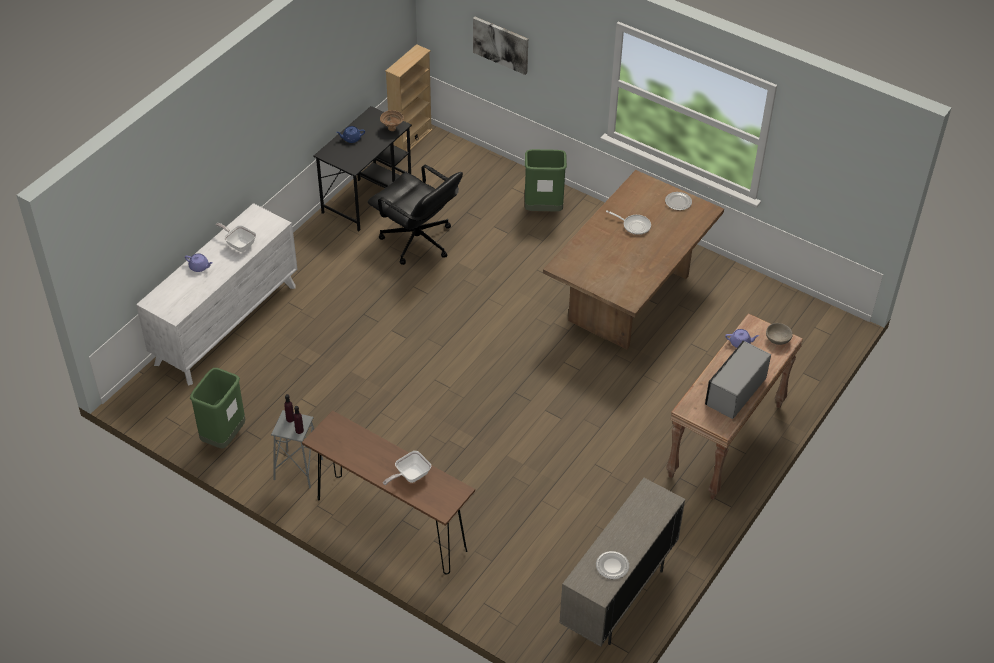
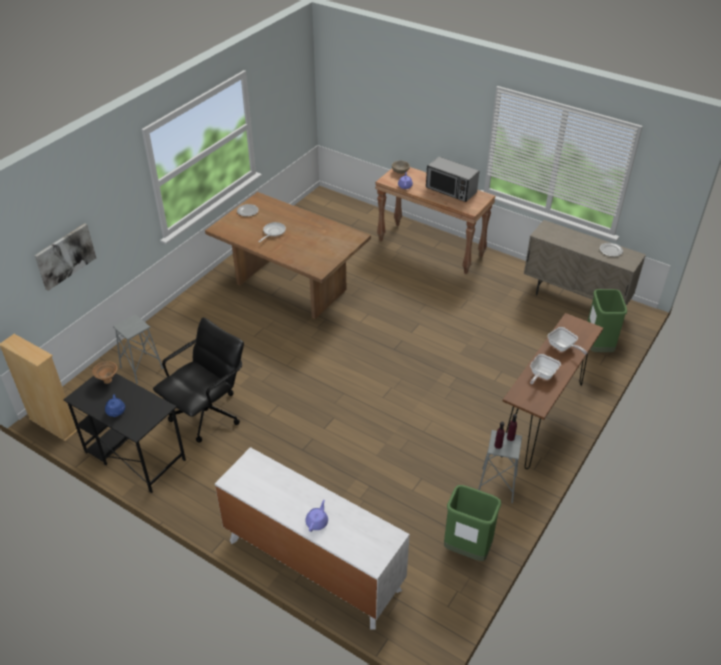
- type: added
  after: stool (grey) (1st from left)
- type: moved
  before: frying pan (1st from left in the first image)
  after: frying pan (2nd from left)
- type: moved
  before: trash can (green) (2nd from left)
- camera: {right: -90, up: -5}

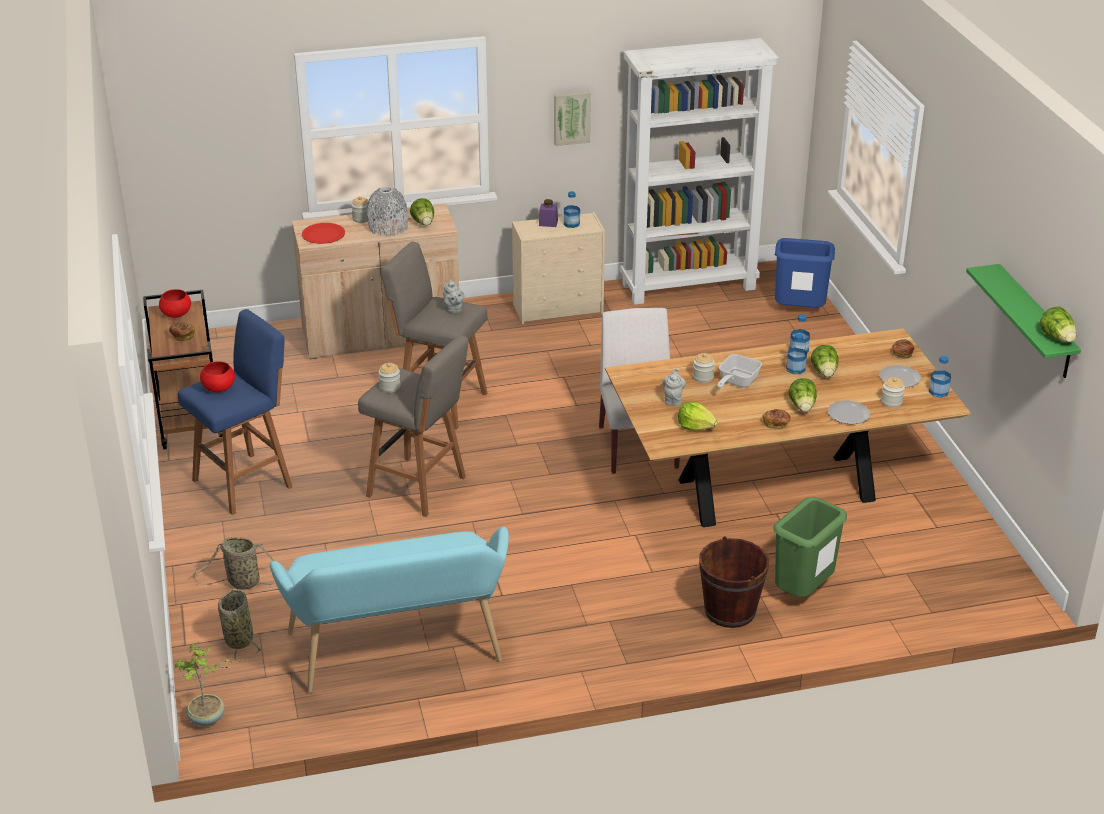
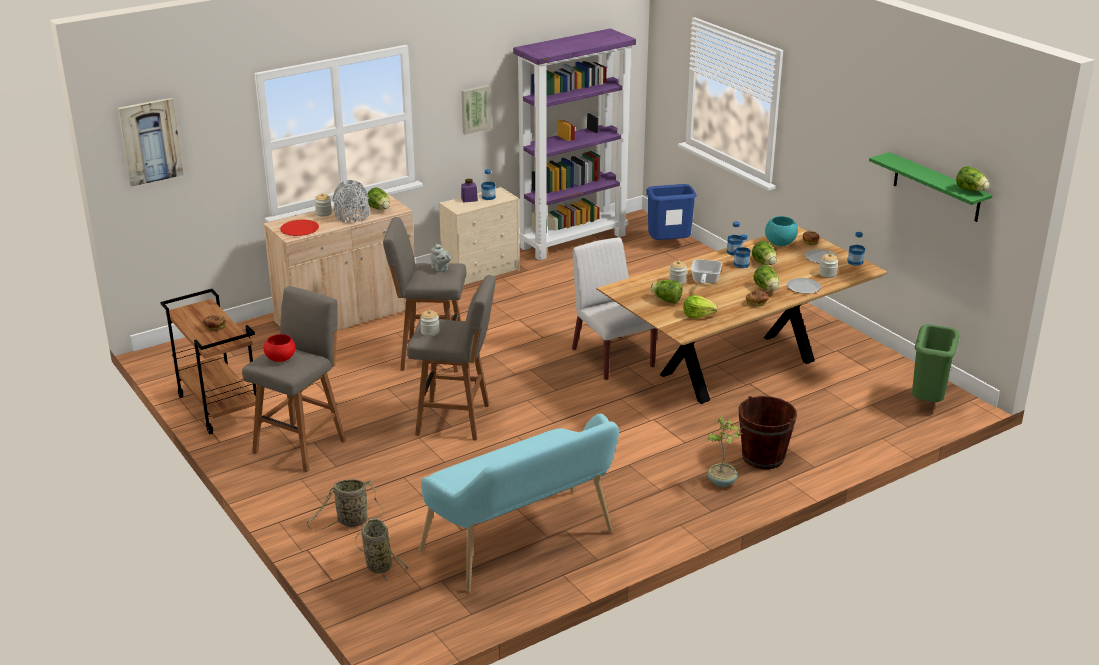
- type: removed
  before: bowl (red) (1st from left)
- type: added
  after: picture (1st from left)
- type: added
  after: bowl (turquoise)
- type: moved
  before: potted plant
- type: moved
  before: trash can (green)
- type: replaced
  before: teapot (grey) (2nd from left)
  after: lettuce (2nd from left)
- type: recoloured
  before: stool (blue)
  after: stool (grey) (1st from left)
- type: recoloured
  before: bookcase (white)
  after: bookcase (purple)
- camera: {right: -20, up: -5}

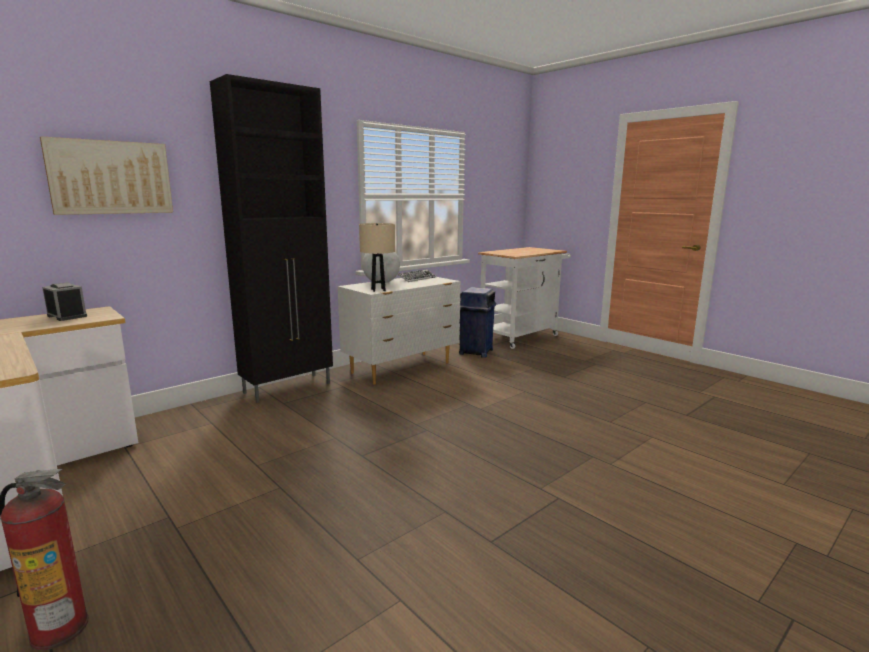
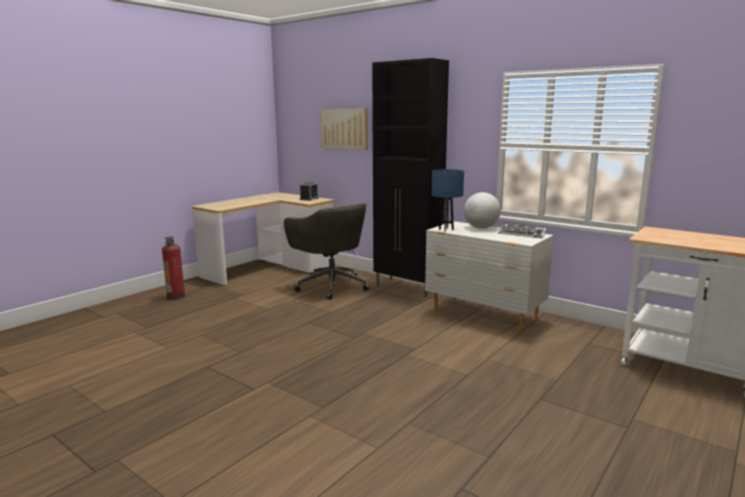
- type: removed
  before: trash can (blue)
- type: added
  after: office chair (grey)
- type: recoloured
  before: table lamp (beige)
  after: table lamp (blue)
- camera: {right: 80, up: 0}

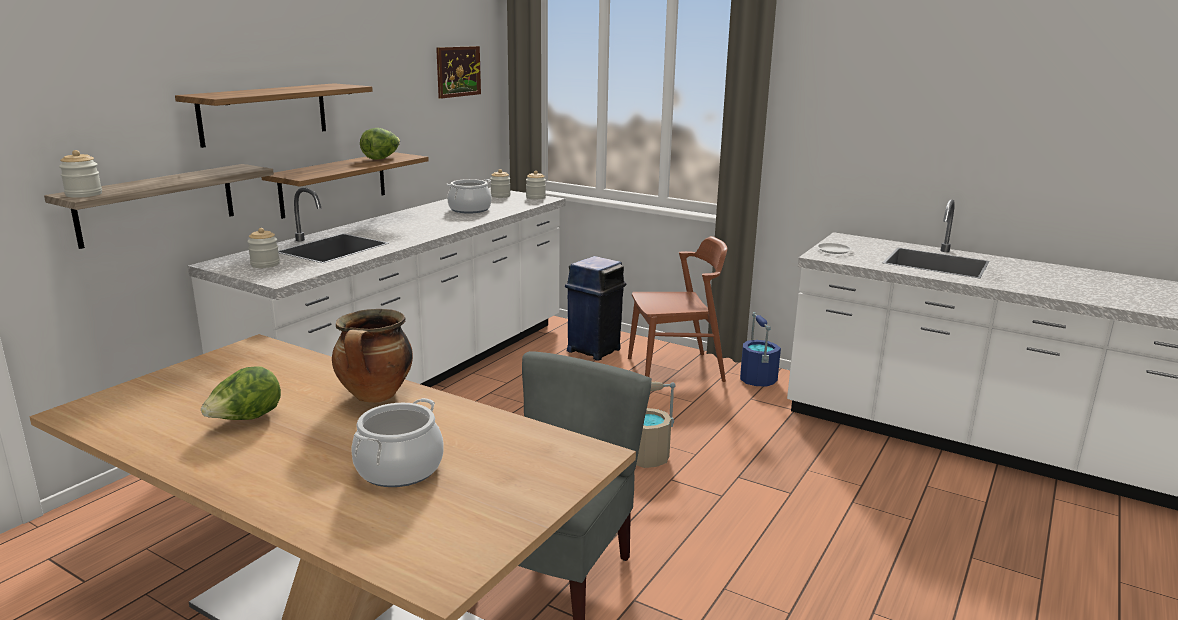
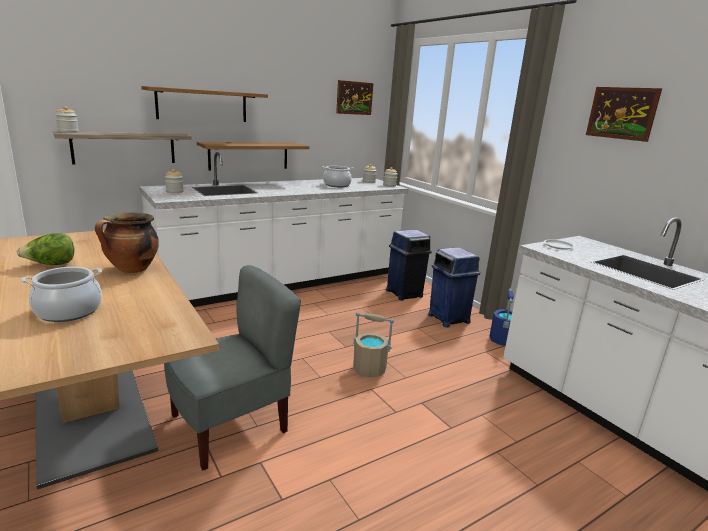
- type: removed
  before: lettuce (2nd from left)
- type: added
  after: picture (2nd from left)
- type: replaced
  before: chair (brown)
  after: trash can (blue) (2nd from left)
- camera: {right: 25, up: 0}

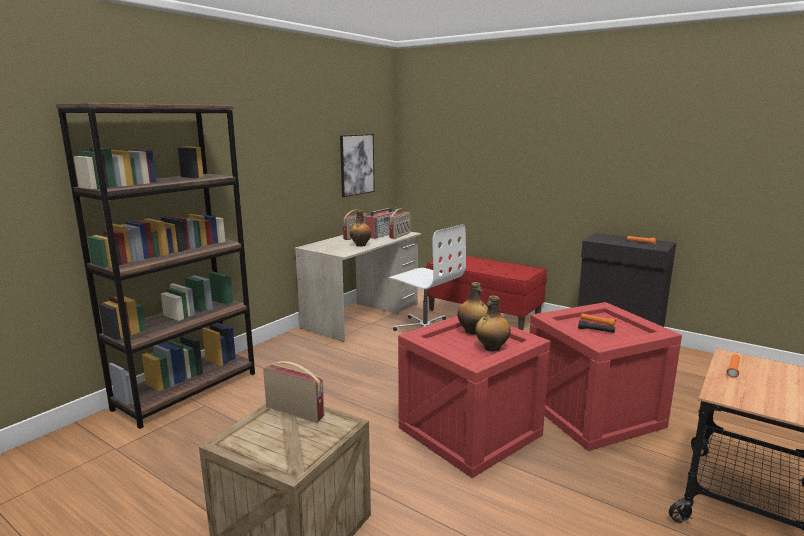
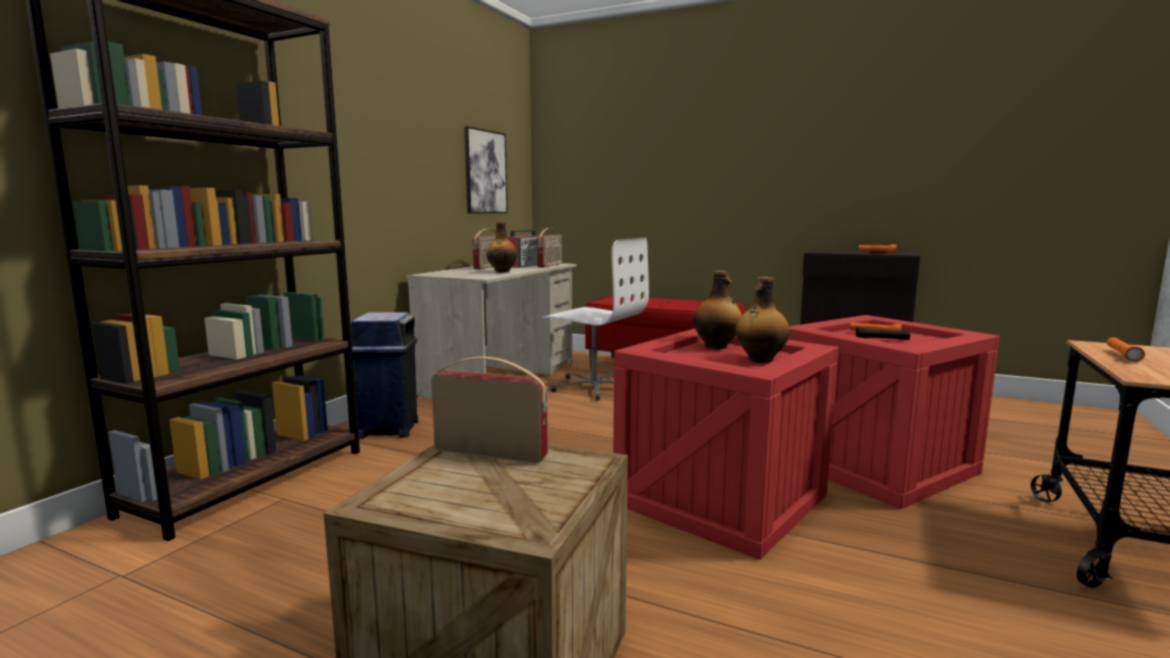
- type: added
  after: trash can (blue)
- camera: {right: -10, up: -5}

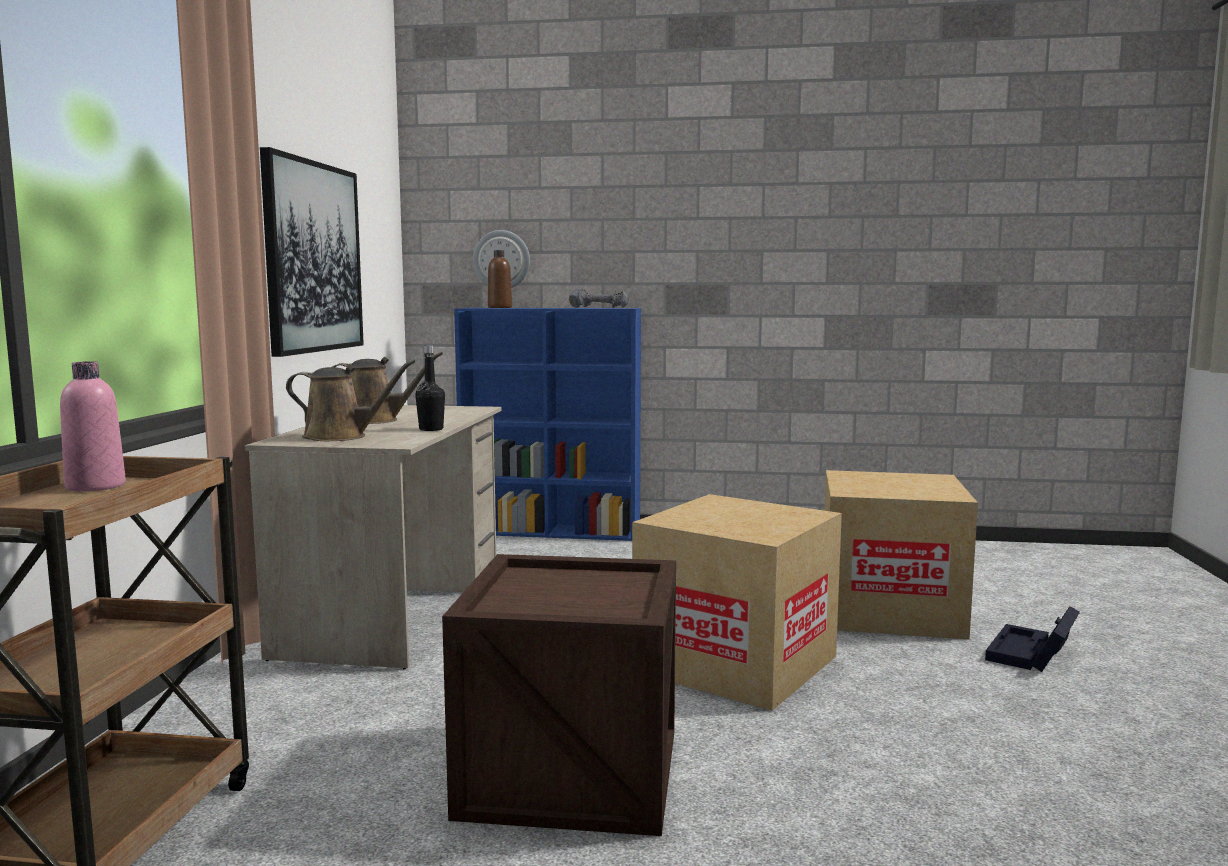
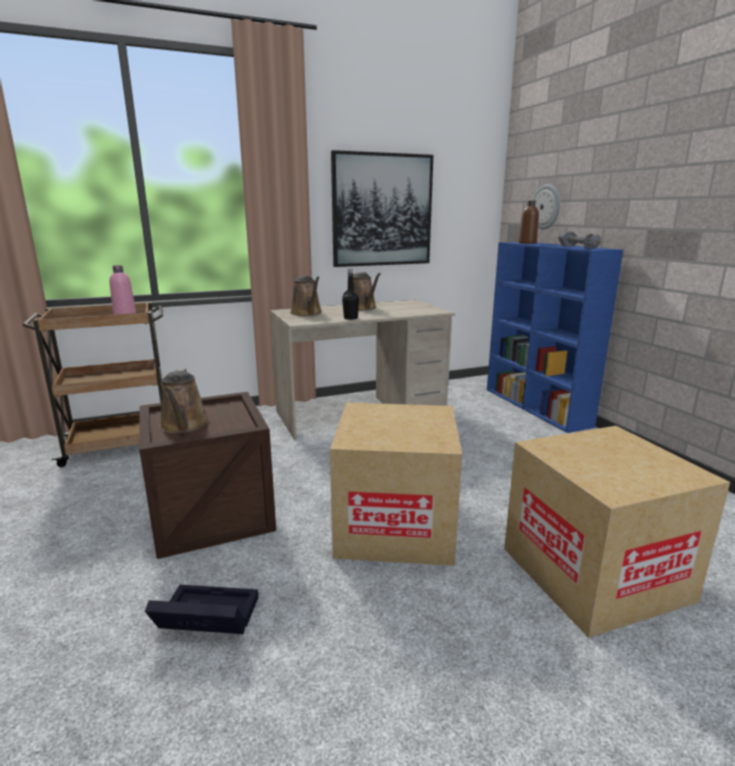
- type: added
  after: watering can (brown) (1st from left)
- type: moved
  before: storage box (black)
- camera: {right: 60, up: 10}

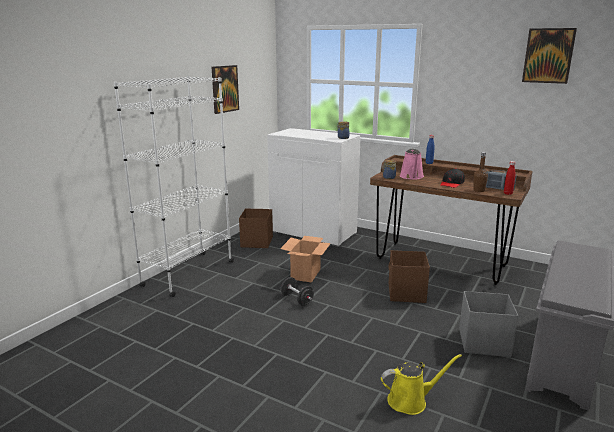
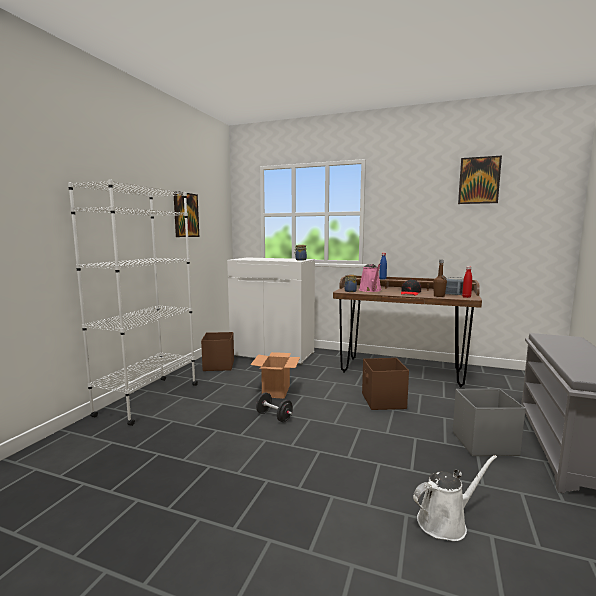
- type: recoloured
  before: watering can (yellow)
  after: watering can (white)
- camera: {right: -10, up: -10}

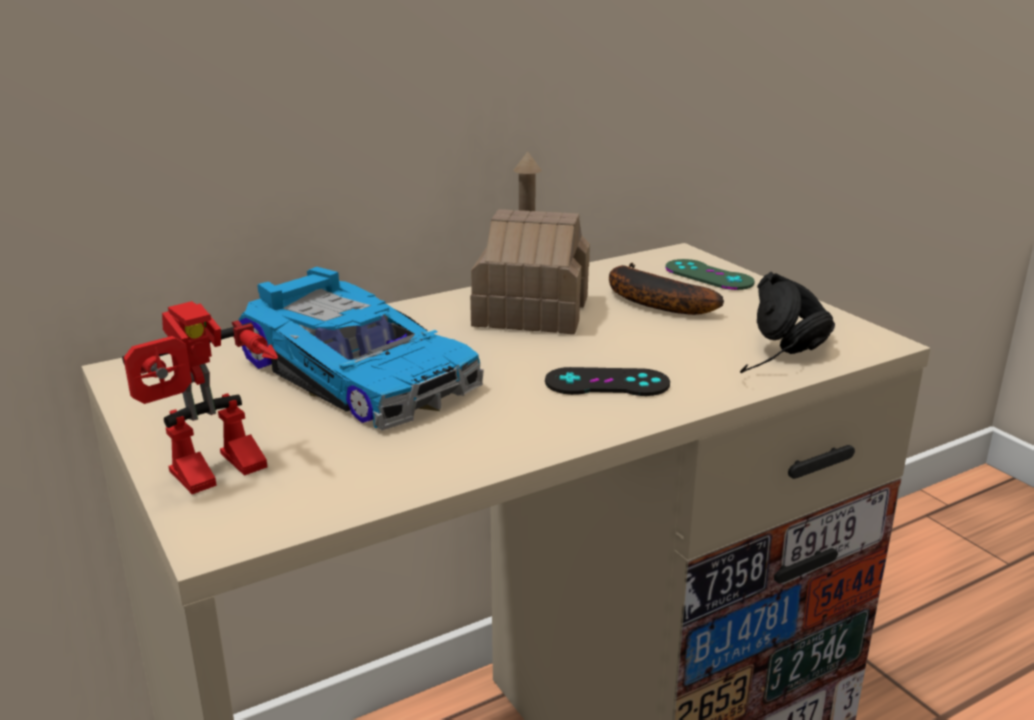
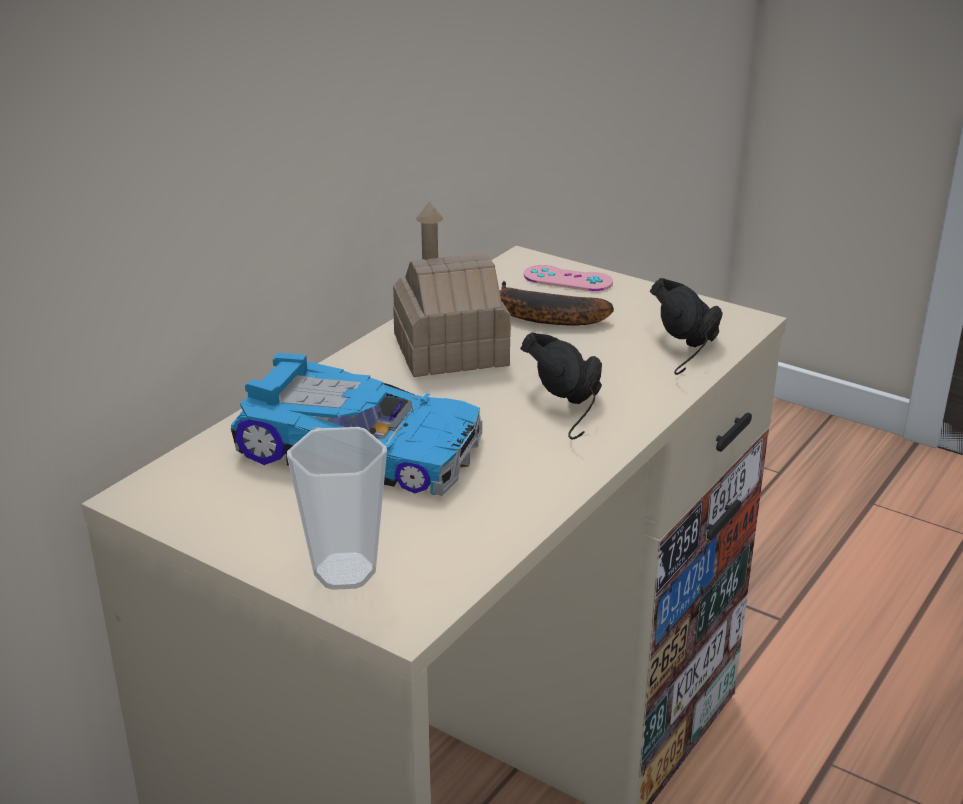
- type: replaced
  before: toy robot
  after: cup
- type: replaced
  before: game controller (black)
  after: headphones (black) (1st from left)
- type: recoloured
  before: game controller (green)
  after: game controller (pink)
- camera: {right: -25, up: 5}

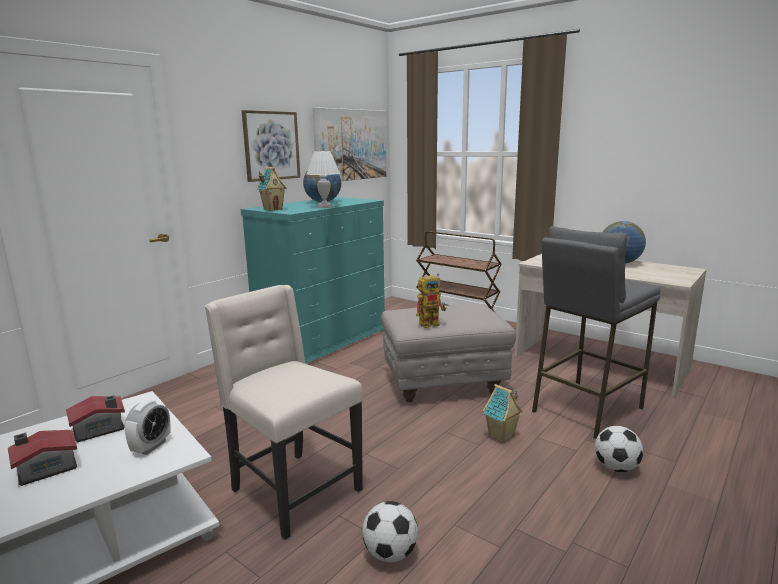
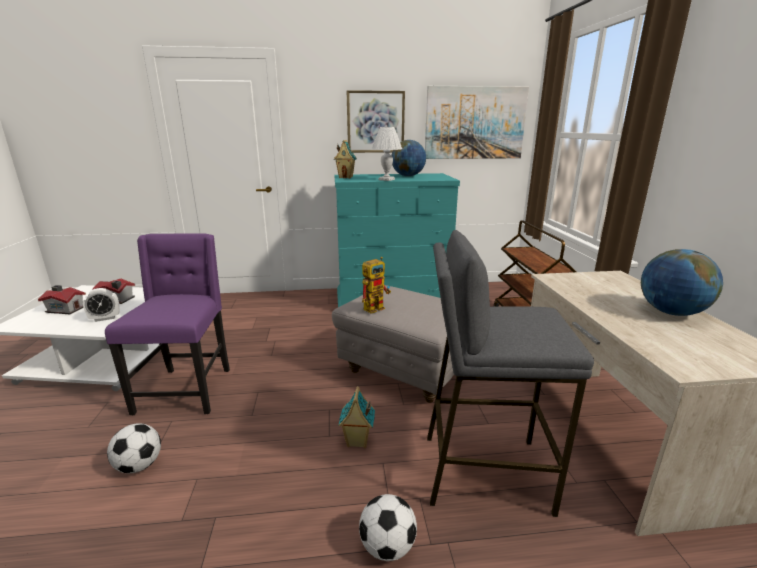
- type: recoloured
  before: chair (beige)
  after: chair (purple)
- type: turned
  before: toy robot
  turn: -60
- camera: {right: 45, up: 5}

